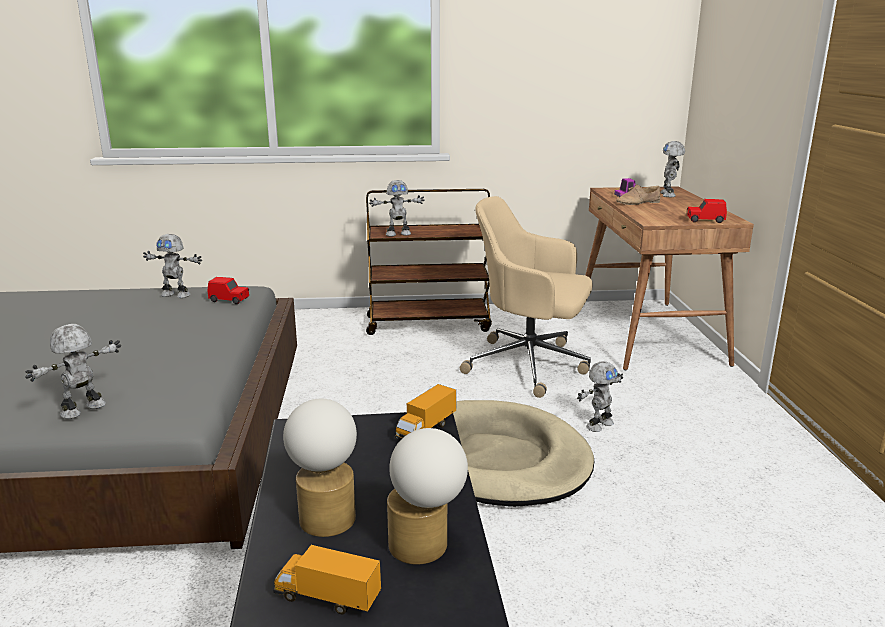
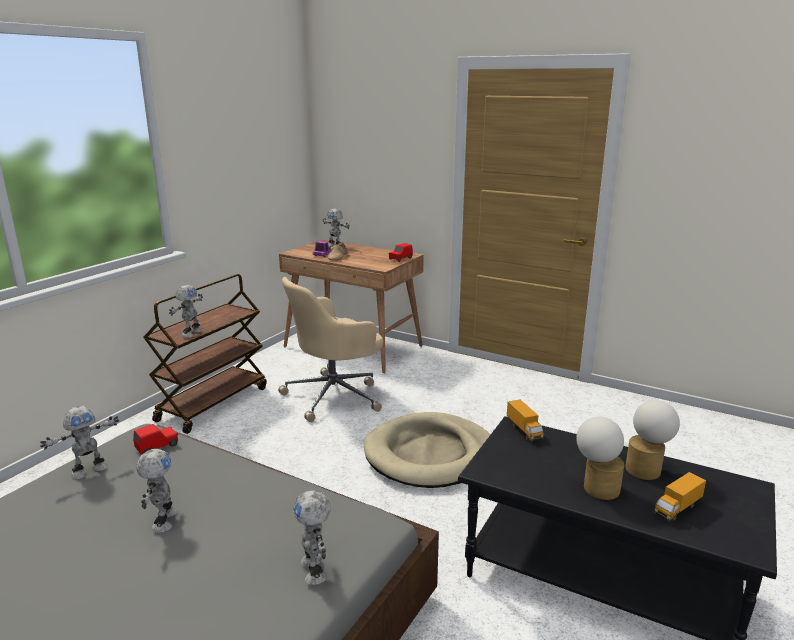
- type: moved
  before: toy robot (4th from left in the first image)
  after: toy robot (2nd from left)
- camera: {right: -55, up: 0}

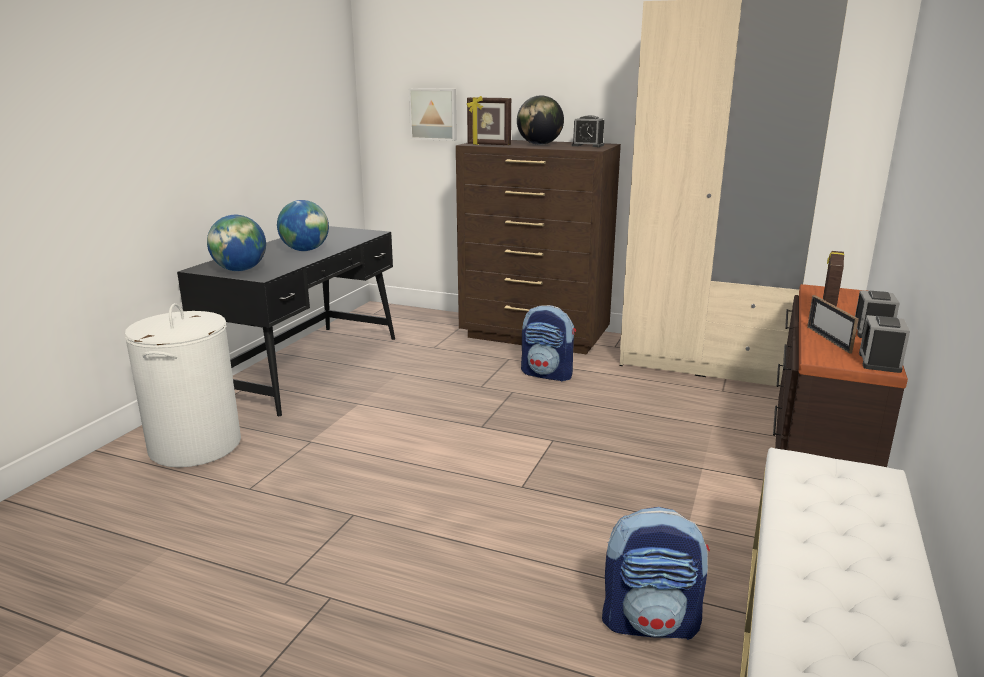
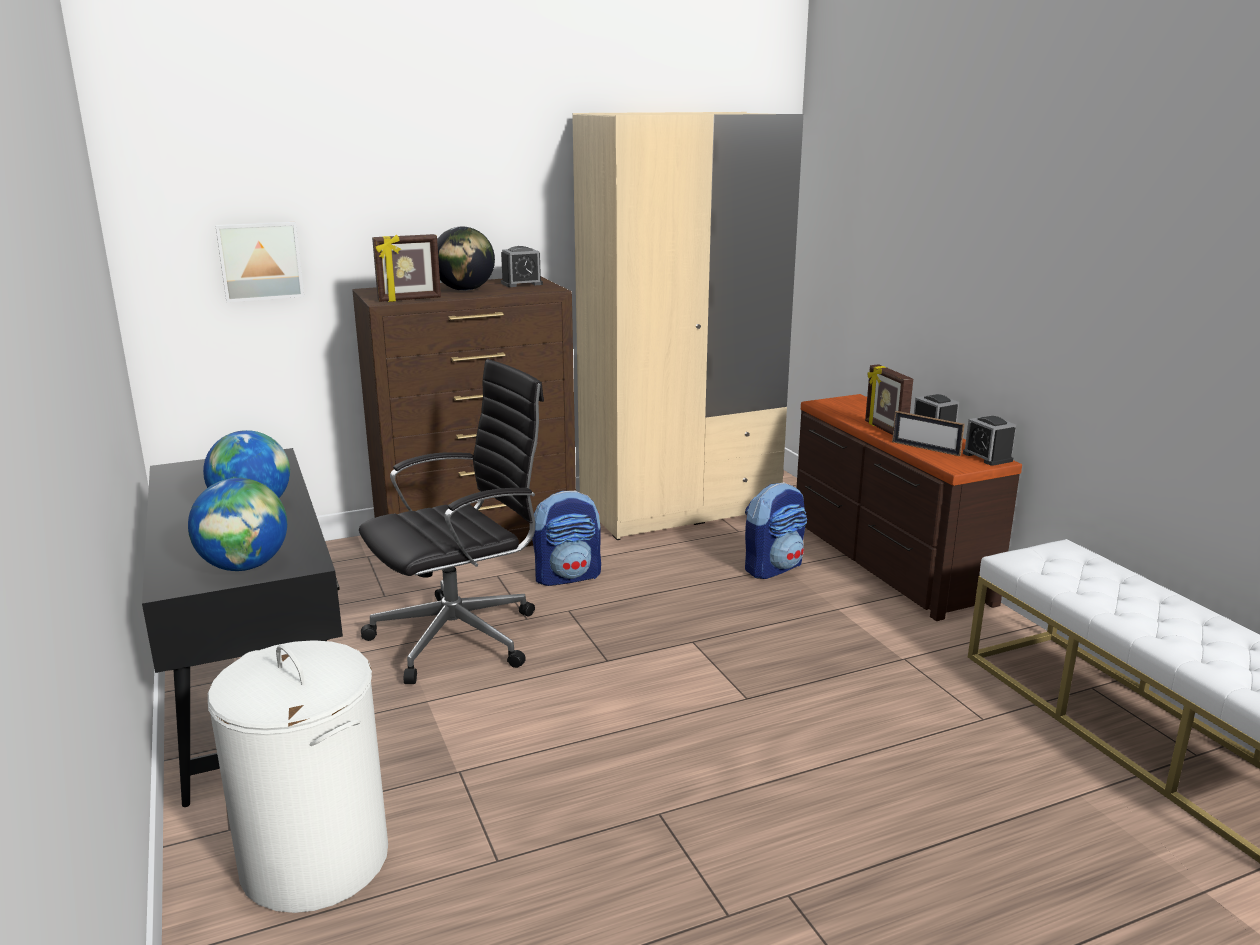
- type: added
  after: office chair (black)
- type: moved
  before: backpack (2nd from left)
- camera: {right: -45, up: 0}

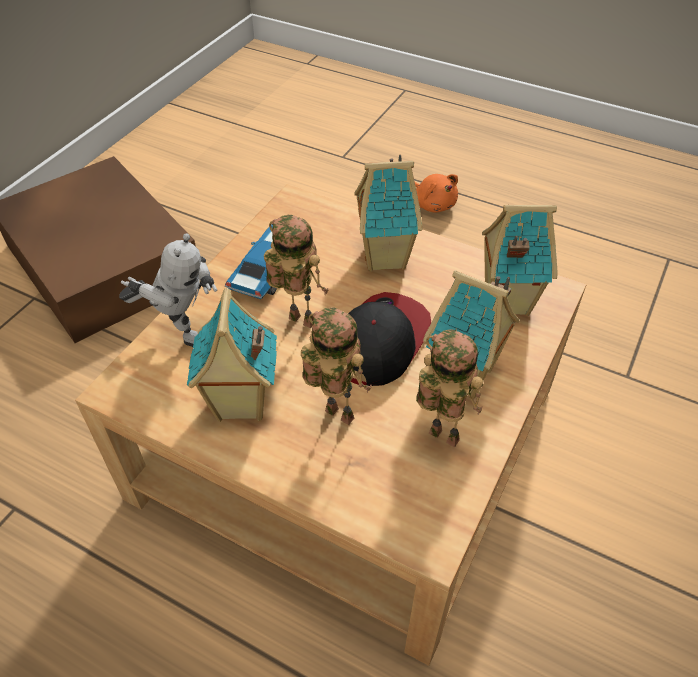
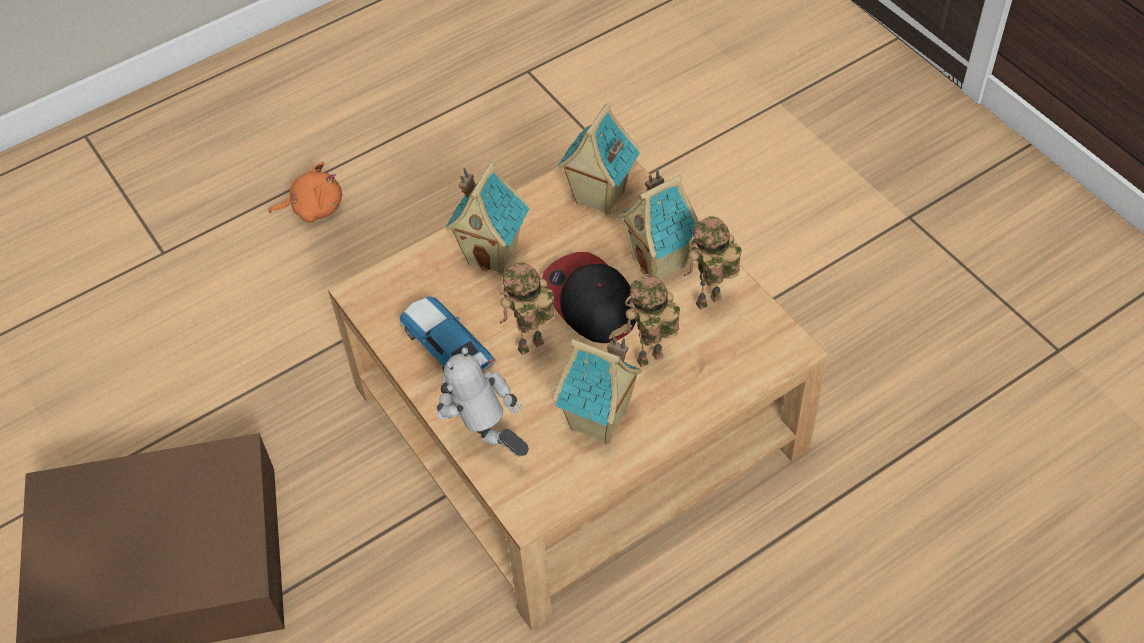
- type: turned
  before: toy robot (1st from left)
  turn: -90
- camera: {right: -60, up: 5}

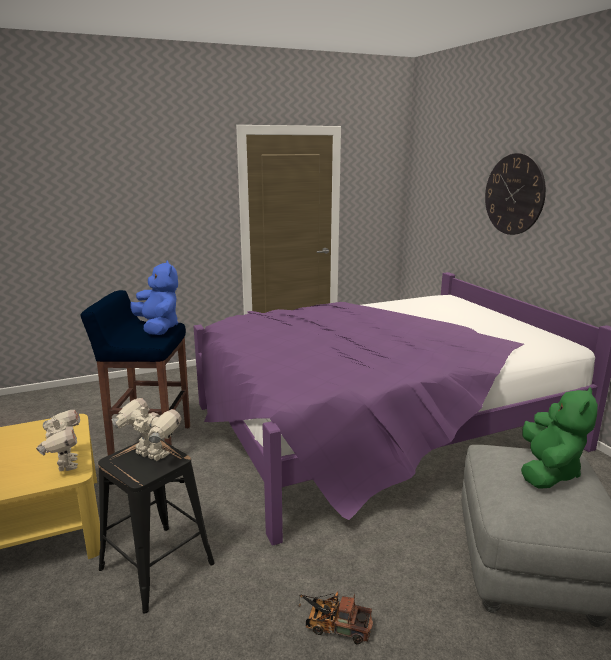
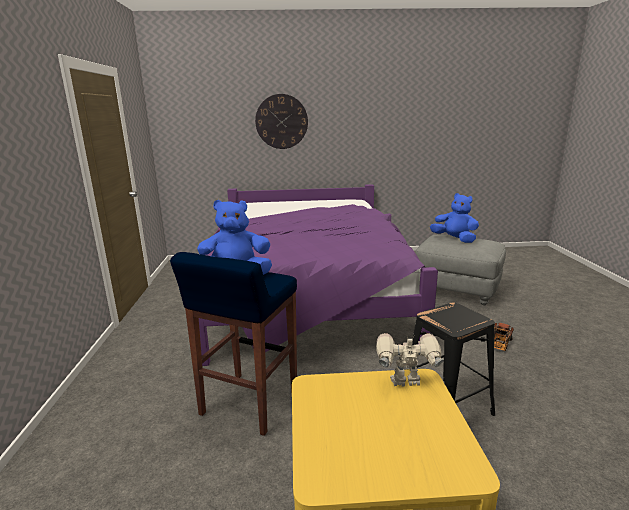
- type: removed
  before: toy robot (2nd from left)
- type: recoloured
  before: plush toy (green)
  after: plush toy (blue) (2nd from left)
- camera: {right: -70, up: 0}

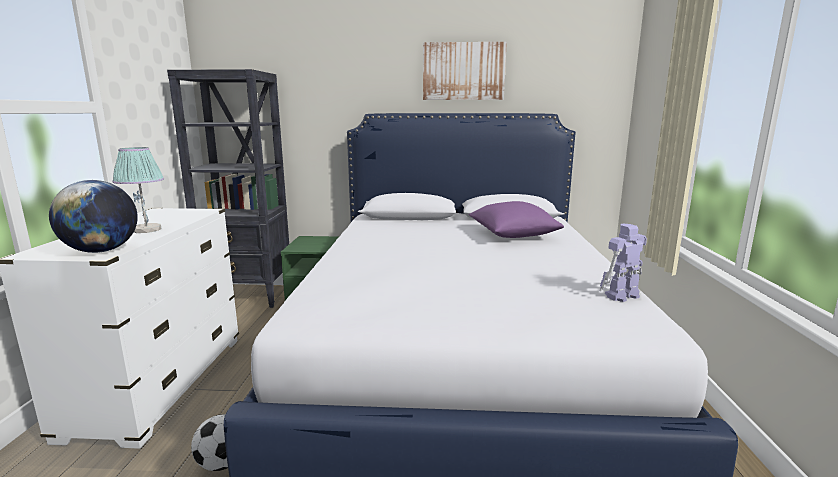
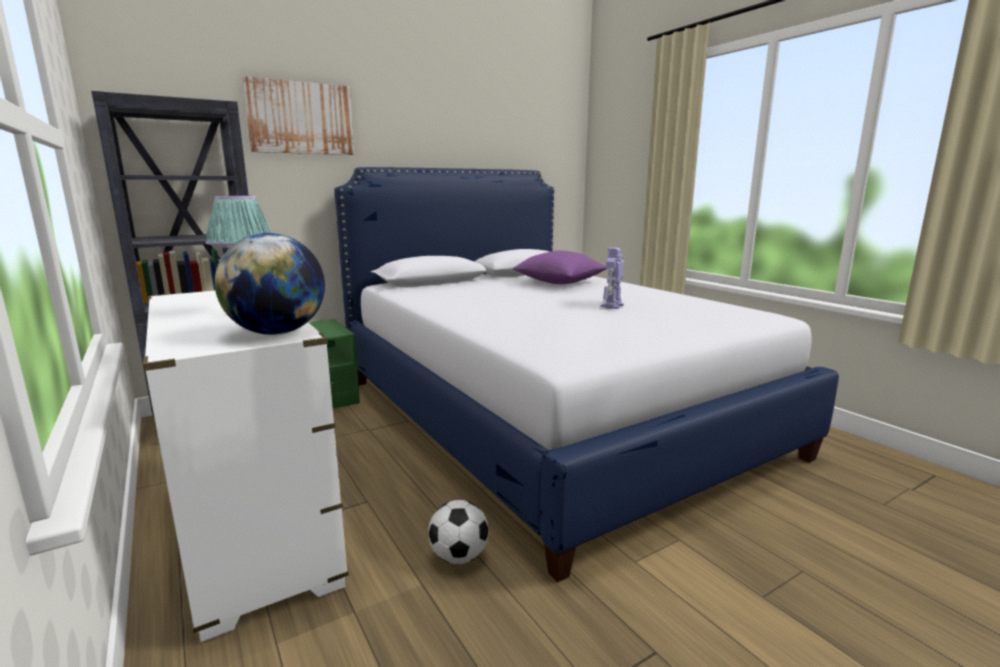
- type: moved
  before: picture
- type: moved
  before: toy robot
- camera: {right: -35, up: 0}

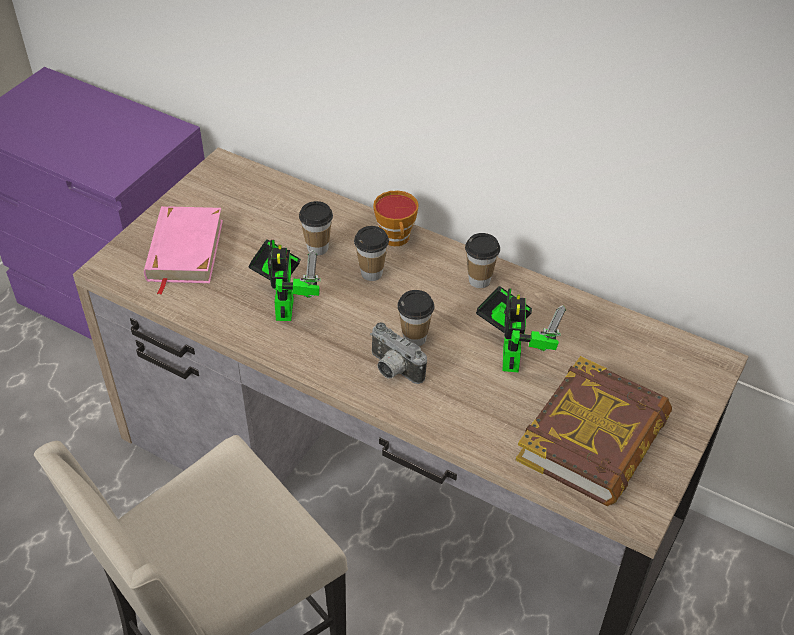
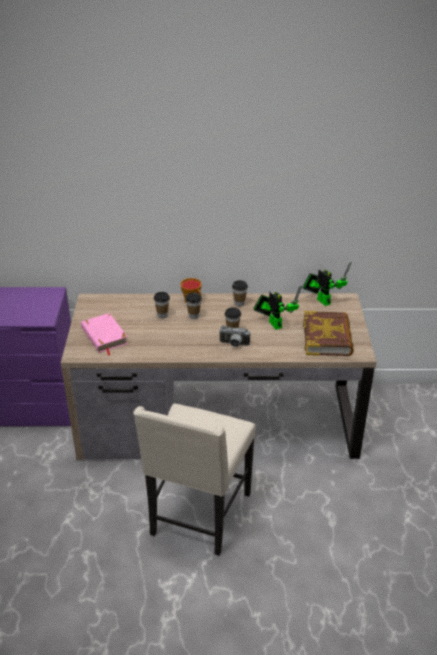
- type: moved
  before: toy robot (1st from left in the first image)
  after: toy robot (2nd from left)
- camera: {right: -30, up: -10}

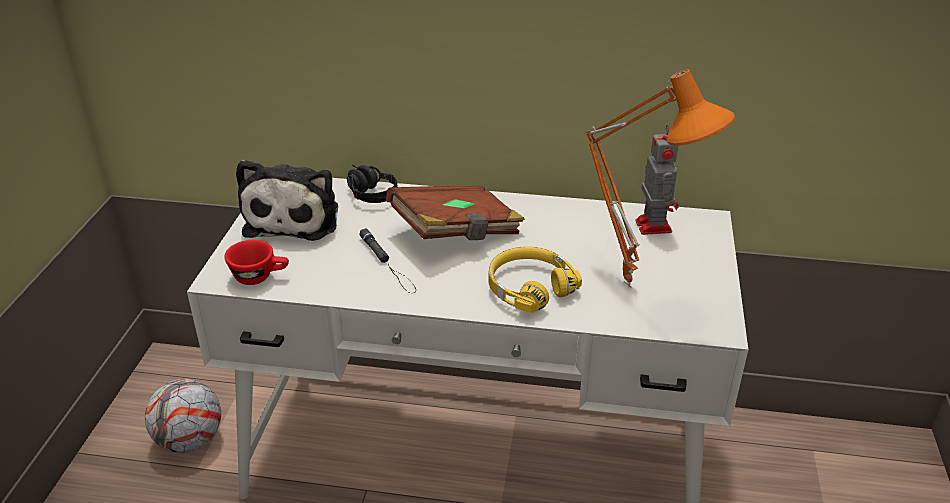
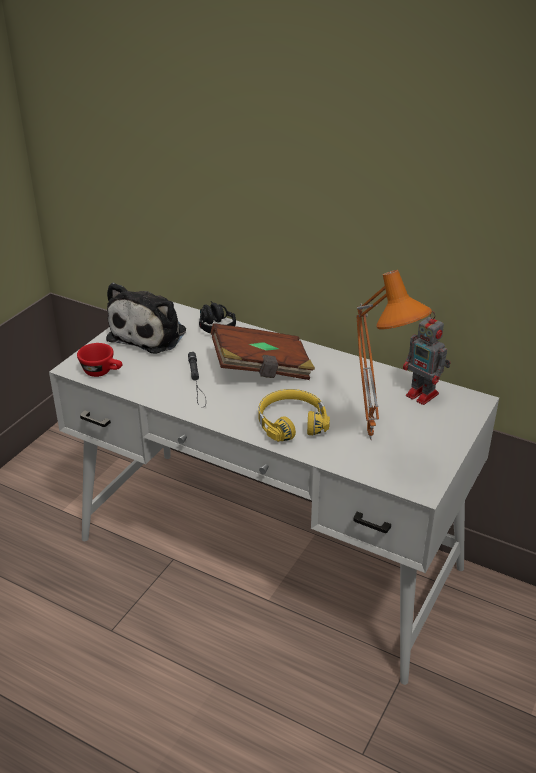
- type: removed
  before: football
- type: turned
  before: toy robot
  turn: 120
- camera: {right: 20, up: 0}

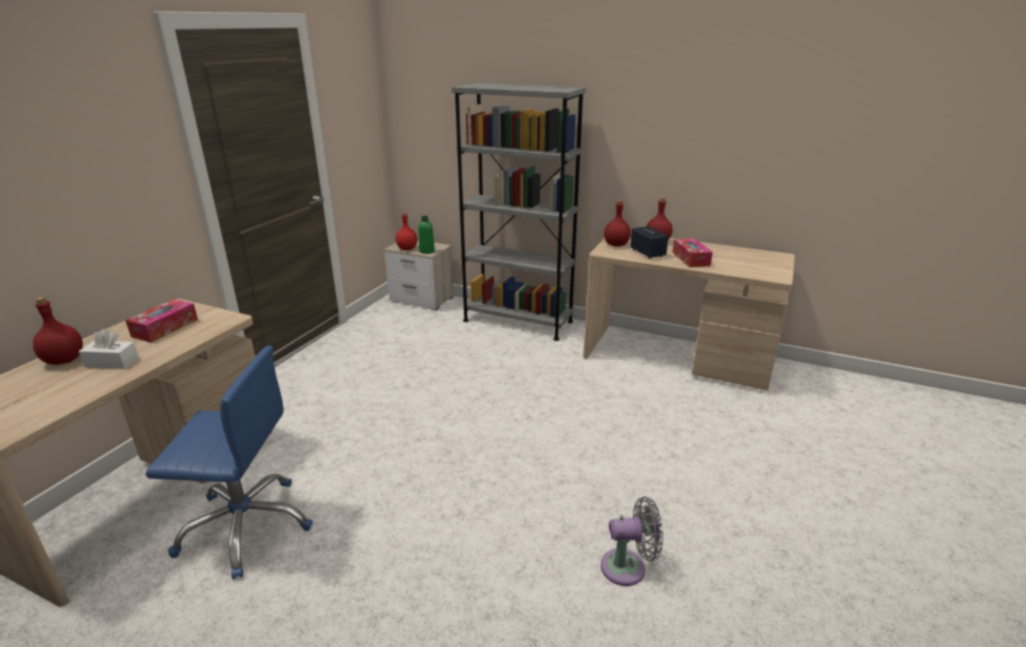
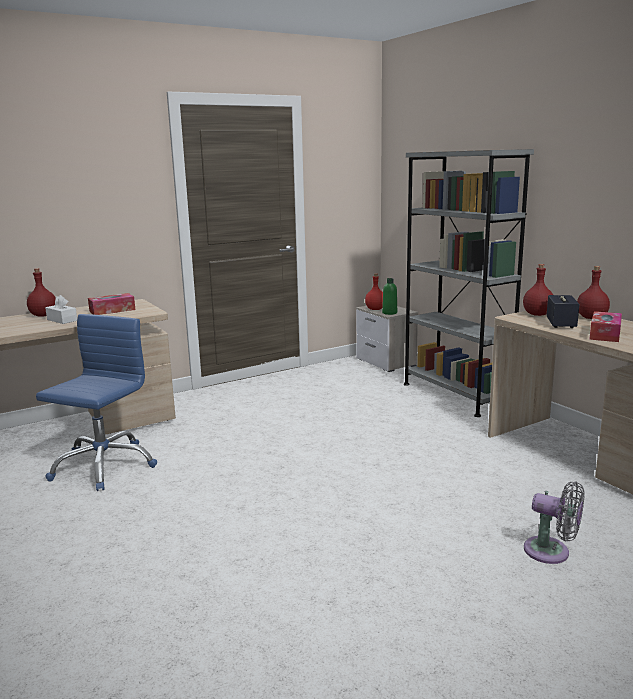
- type: moved
  before: fan (grey)
- type: turned
  before: office chair (blue)
  turn: -105
- camera: {right: 35, up: -10}

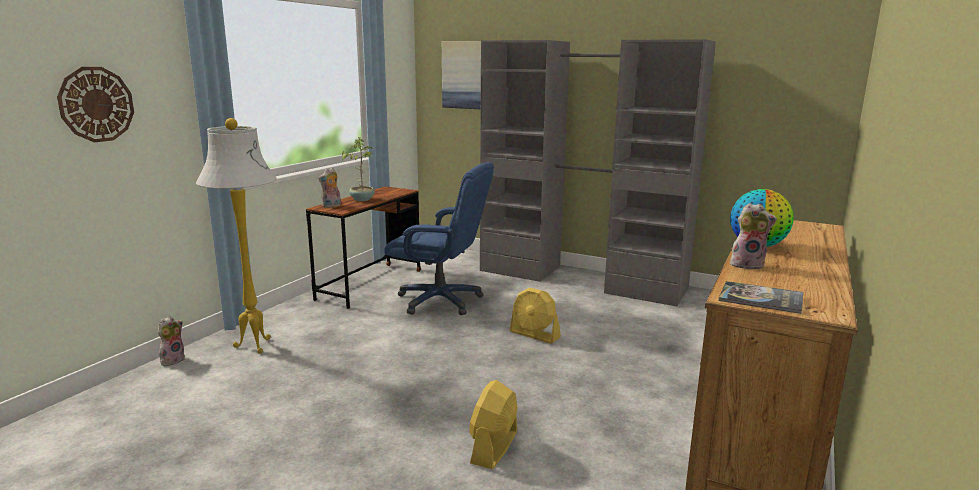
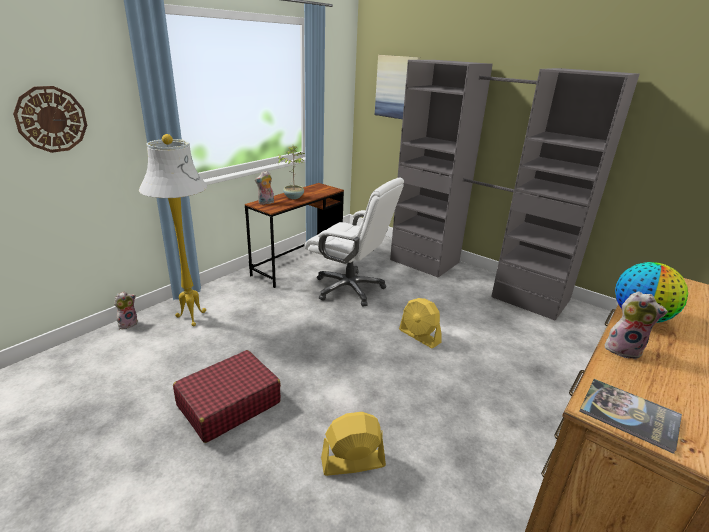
- type: added
  after: suitcase (red)
- type: recoloured
  before: office chair (blue)
  after: office chair (white)
- type: turned
  before: fan (yellow) (1st from left)
  turn: 45
- camera: {right: 10, up: 10}

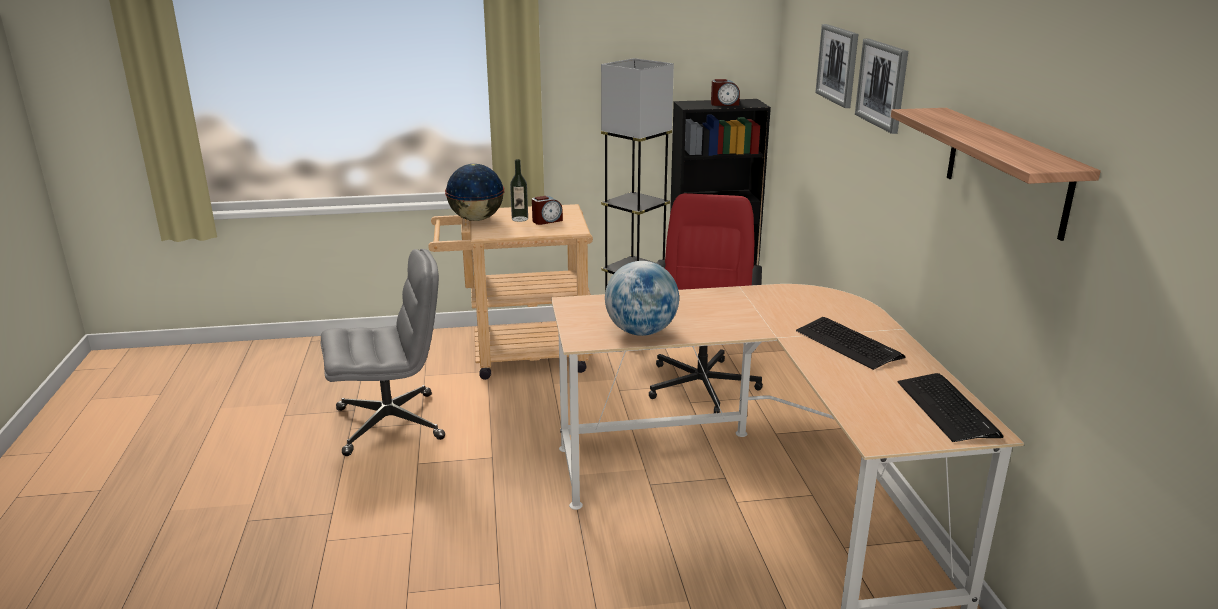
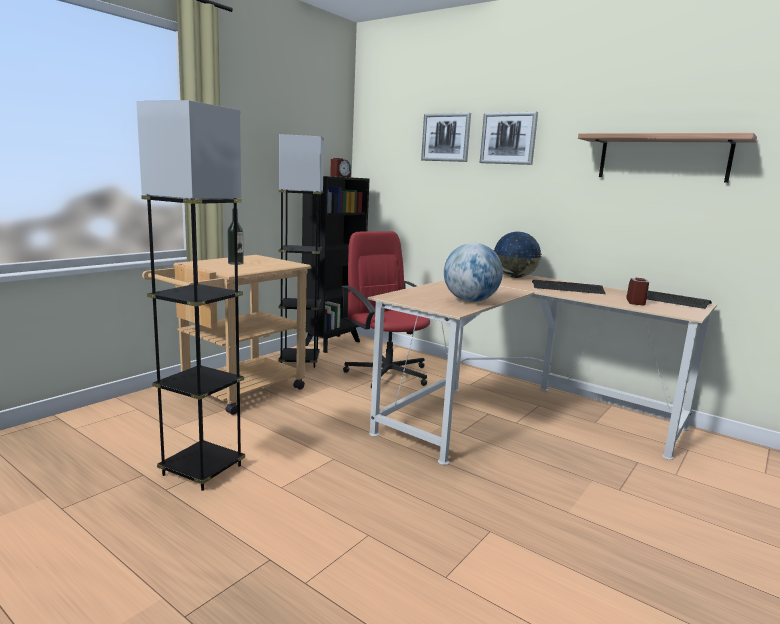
- type: moved
  before: globe (1st from left in the first image)
  after: globe (2nd from left)
- type: moved
  before: alarm clock (1st from left in the first image)
  after: alarm clock (2nd from left)
- type: replaced
  before: office chair (grey)
  after: floor lamp (grey) (1st from left)
- camera: {right: -45, up: -10}

